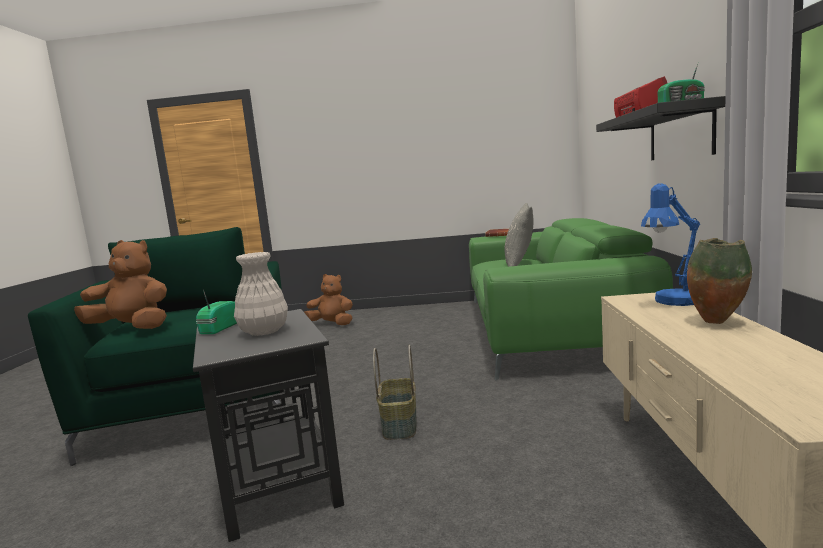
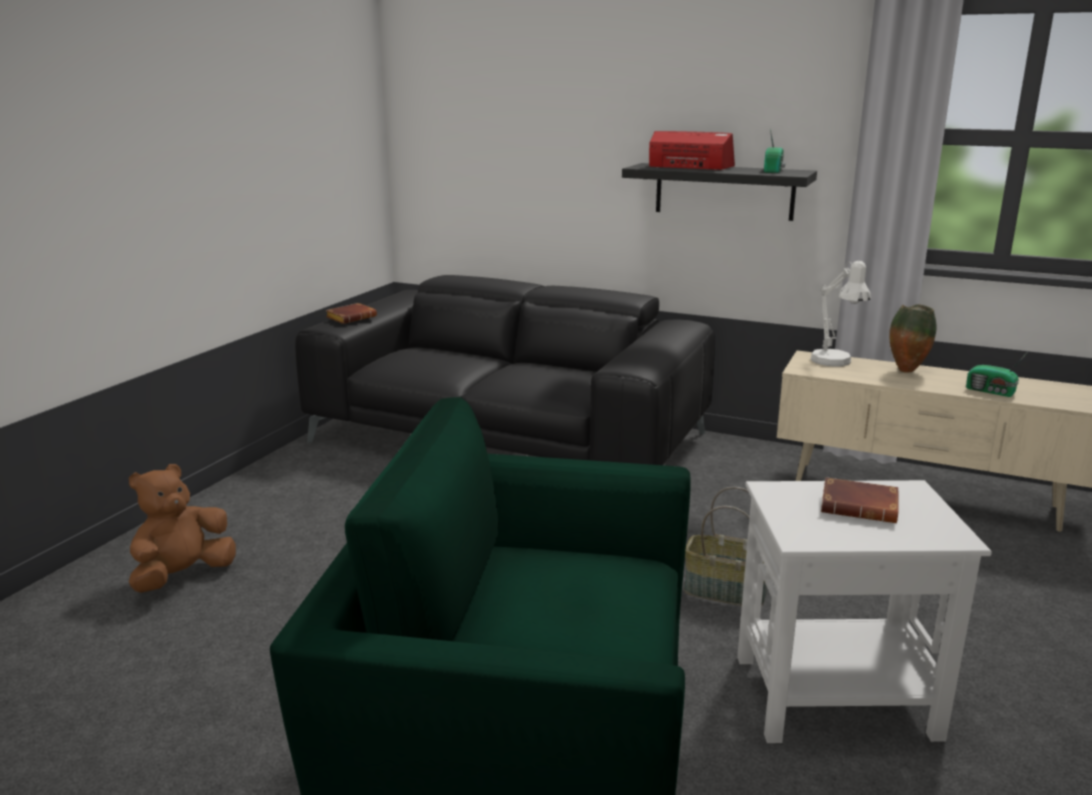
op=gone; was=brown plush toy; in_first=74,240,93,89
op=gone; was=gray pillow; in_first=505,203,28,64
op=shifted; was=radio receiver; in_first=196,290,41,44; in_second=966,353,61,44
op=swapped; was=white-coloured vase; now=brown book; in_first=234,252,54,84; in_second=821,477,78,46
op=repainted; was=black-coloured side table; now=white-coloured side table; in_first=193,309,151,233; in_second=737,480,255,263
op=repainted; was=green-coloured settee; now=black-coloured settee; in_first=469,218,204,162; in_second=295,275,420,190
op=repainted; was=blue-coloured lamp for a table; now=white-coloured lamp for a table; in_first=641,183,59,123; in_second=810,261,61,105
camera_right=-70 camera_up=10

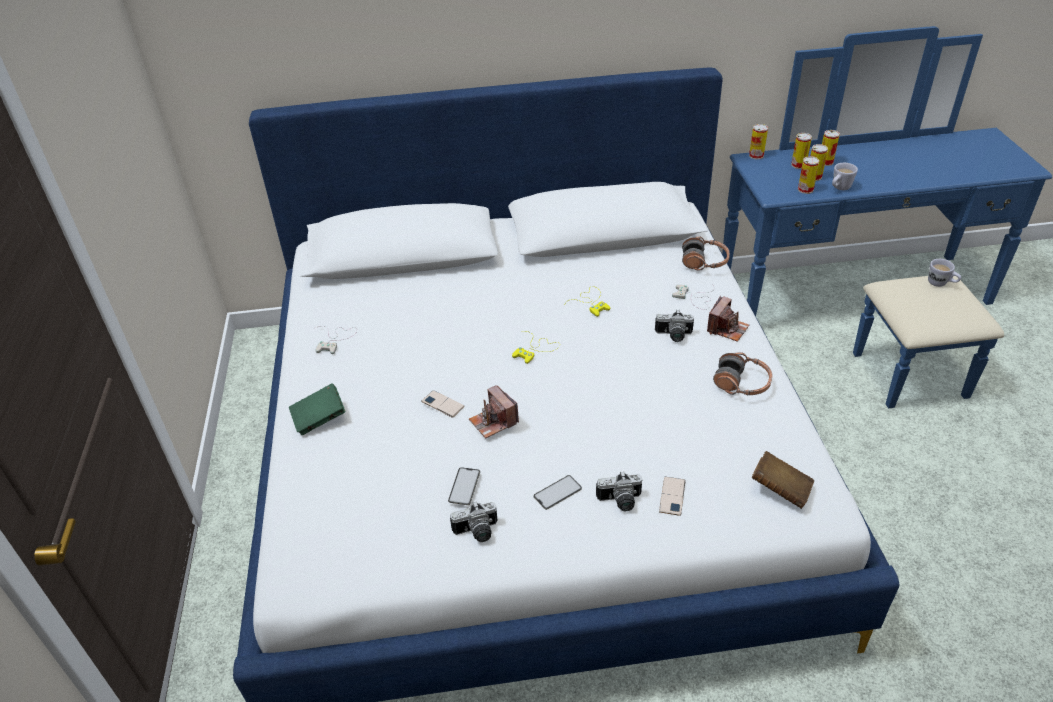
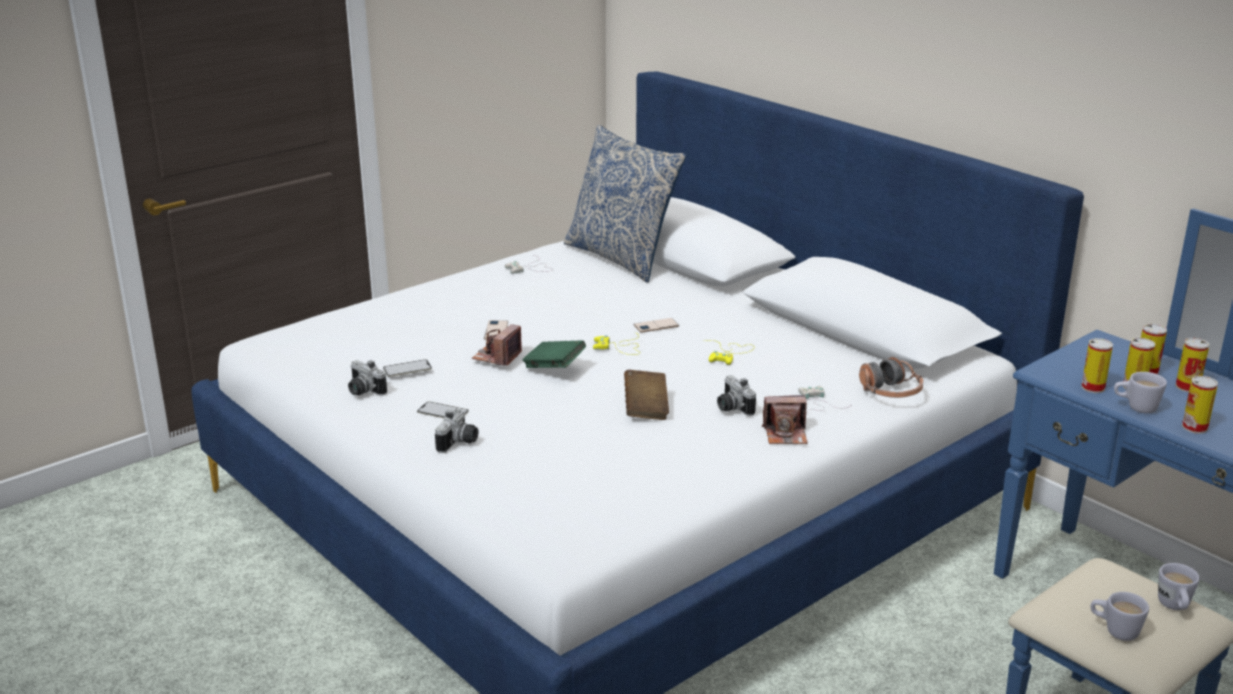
op=gone; was=headset; in_first=713,352,60,44
op=new; now=pillow; in_second=564,125,122,157
op=new; now=white-coloured coffee mug; in_second=1090,592,59,49
op=shifted; was=green-coloured book; in_first=289,383,56,52; in_second=522,340,64,28
op=shifted; was=telephone; in_first=659,477,27,39; in_second=634,318,45,15
op=shifted; was=can; in_first=749,124,19,35; in_second=1182,376,36,58
op=shifted; was=brown book; in_first=752,451,62,58; in_second=624,370,45,50
op=rotated; was=photo camera; in_first=596,471,46,40; in_second=435,409,44,44; clockwise=-120
camera_right=55 camera_up=-15

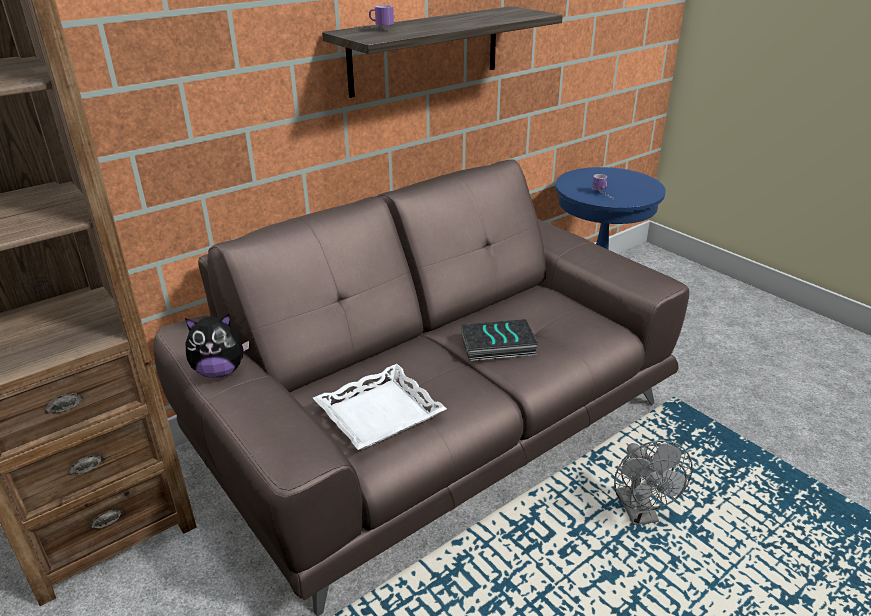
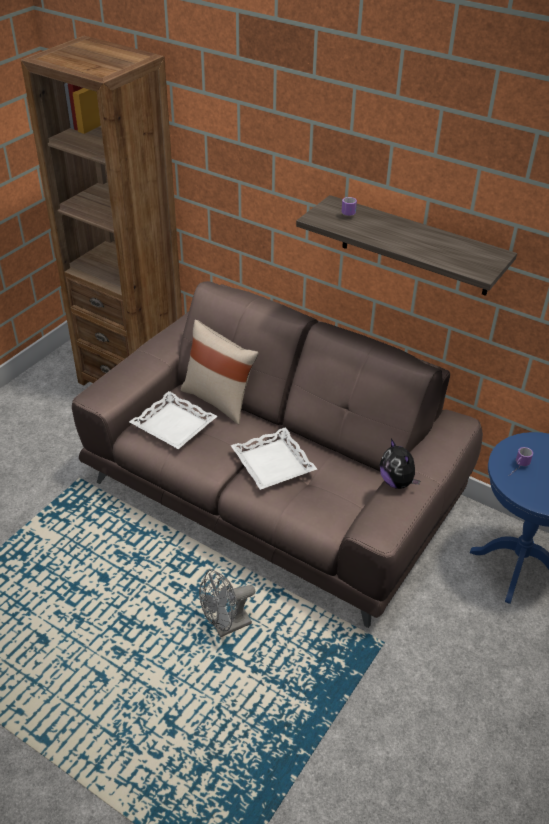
op=new; now=beige pillow; in_second=181,319,77,106
op=shifted; was=plush toy; in_first=185,314,64,64; in_second=380,439,40,50
op=swapped; was=book; now=white-coloured carrying tray; in_first=461,319,78,42; in_second=230,427,87,63
camera_right=70 camera_up=10

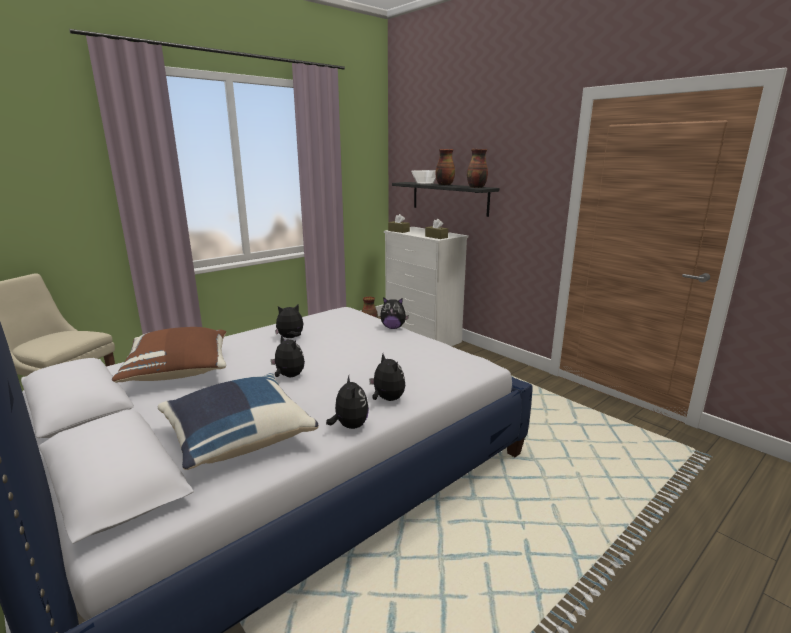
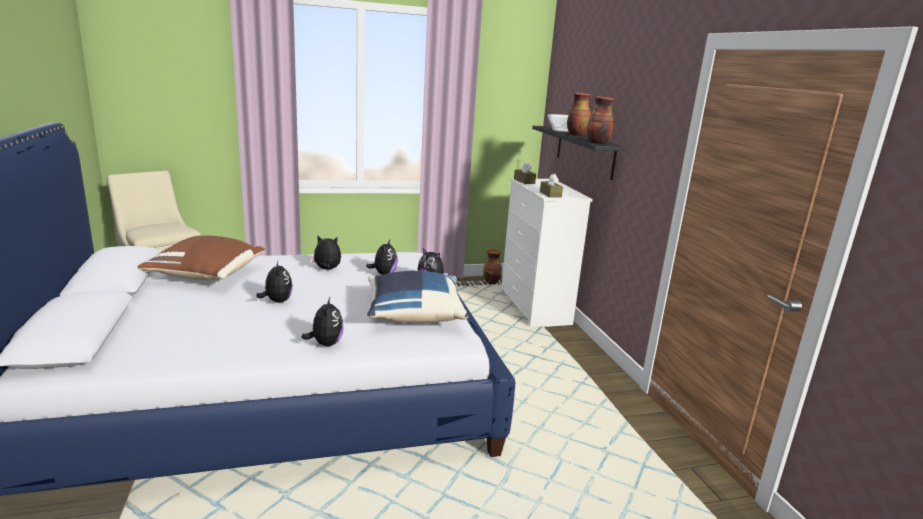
op=shifted; was=blue-coloured pillow; in_first=157,373,162,97; in_second=367,271,101,52
op=shifted; was=plush toy; in_first=326,375,43,54; in_second=366,240,32,35
camera_right=25 camera_up=0

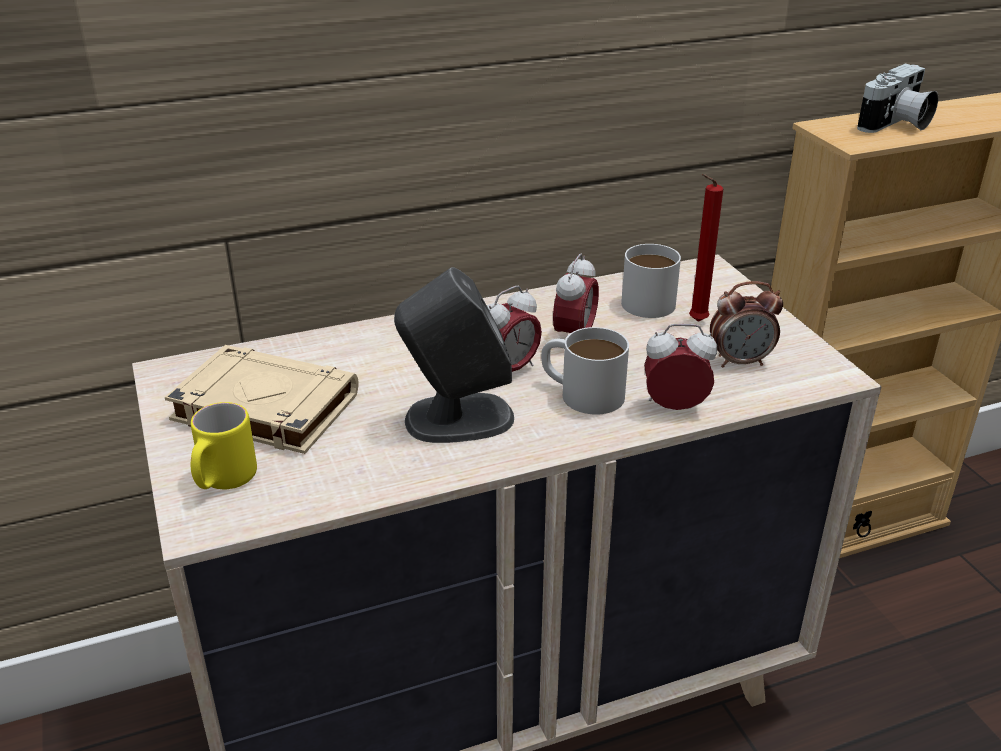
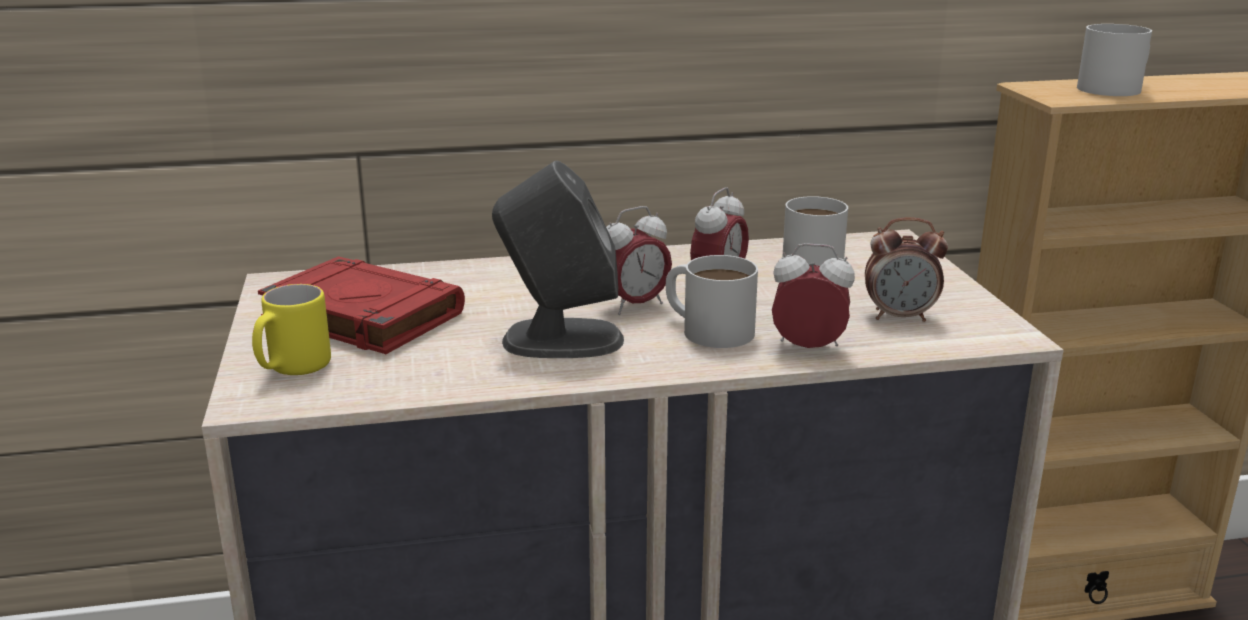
op=gone; was=reddish wax light; in_first=689,174,35,148
op=swapped; was=photo camera; now=white-coloured coffee mug; in_first=857,64,81,69; in_second=1077,24,75,72
op=repainted; was=beige book; now=reddish book; in_first=165,345,193,109; in_second=258,256,207,98
camera_right=10 camera_up=-10

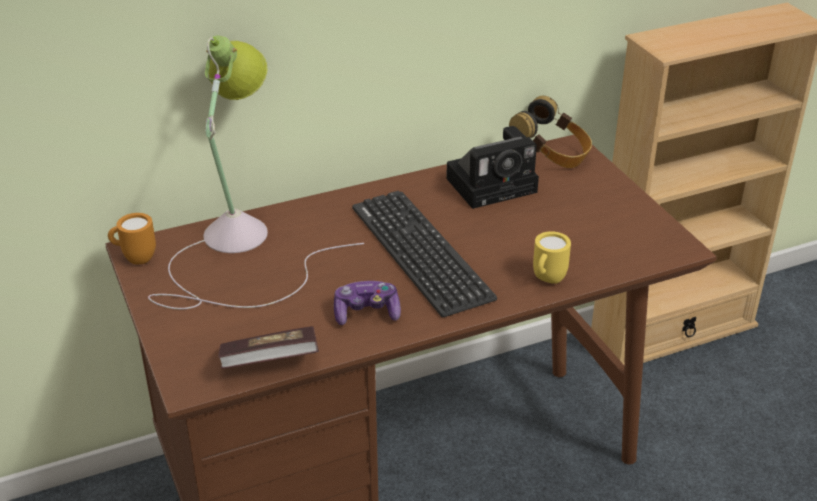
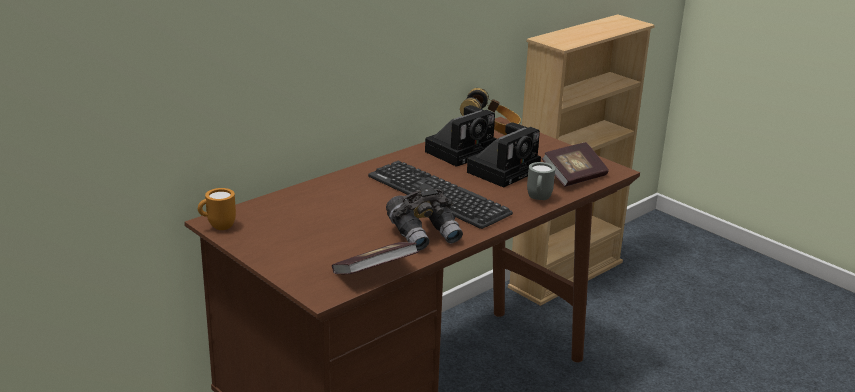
op=gone; was=lamp for a table; in_first=148,35,216,275
op=new; now=photo camera; in_second=467,123,74,65
op=new; now=book; in_second=541,142,68,45
op=swapped; was=joypad; now=gray pair of binoculars; in_first=334,281,67,44; in_second=386,184,77,67
op=repainted; was=yellow coffee mug; now=gray coffee mug; in_first=533,231,38,53; in_second=527,162,28,38
camera_right=-20 camera_up=-10

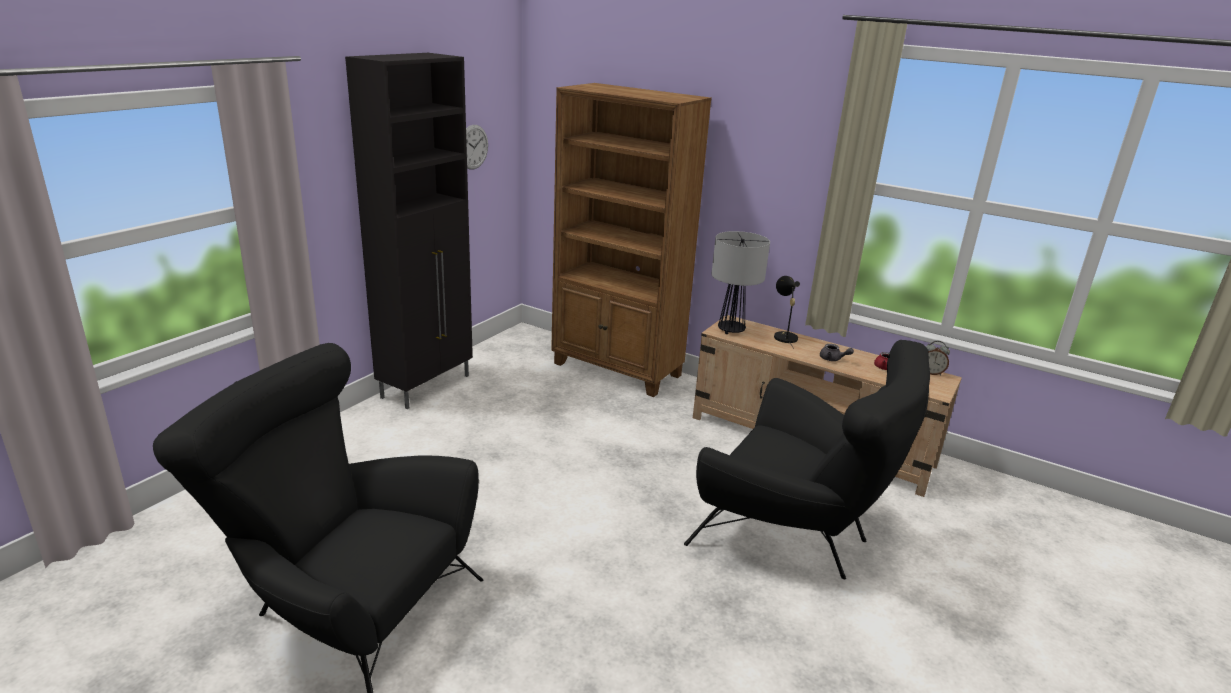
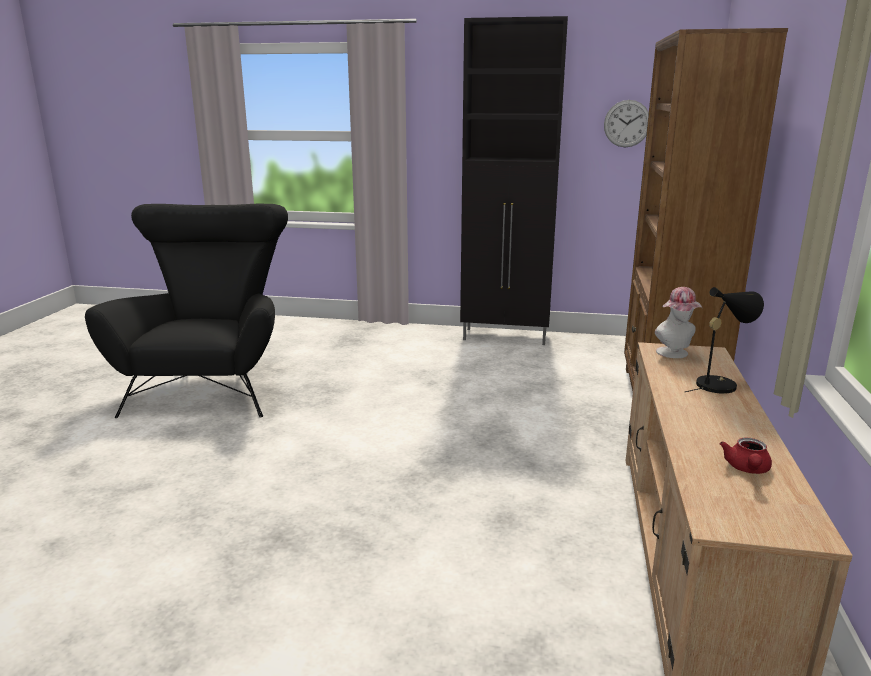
op=gone; was=black-coloured easy chair; in_first=684,340,246,239
op=gone; was=gray tea pot; in_first=820,344,34,17
op=gone; was=table clock; in_first=926,341,24,35
op=swapped; was=lamp for a table; now=clothing hat; in_first=711,231,59,103; in_second=655,287,47,71
camera_right=70 camera_up=-5

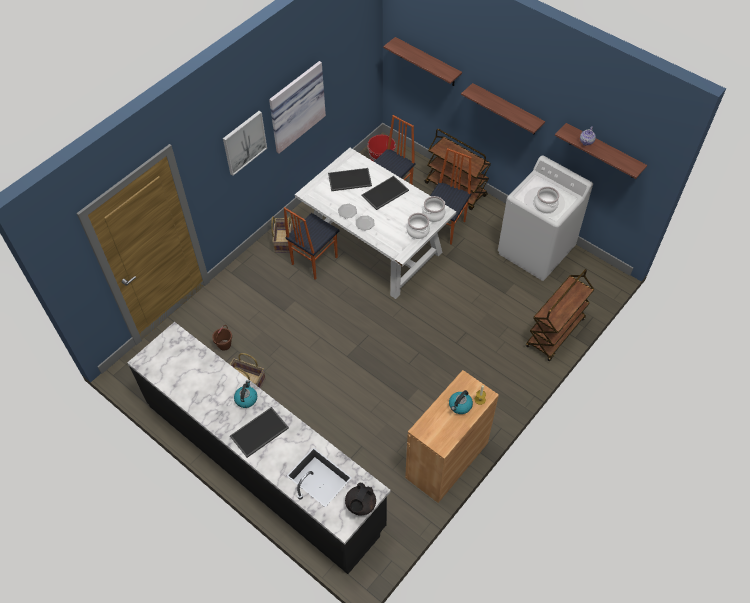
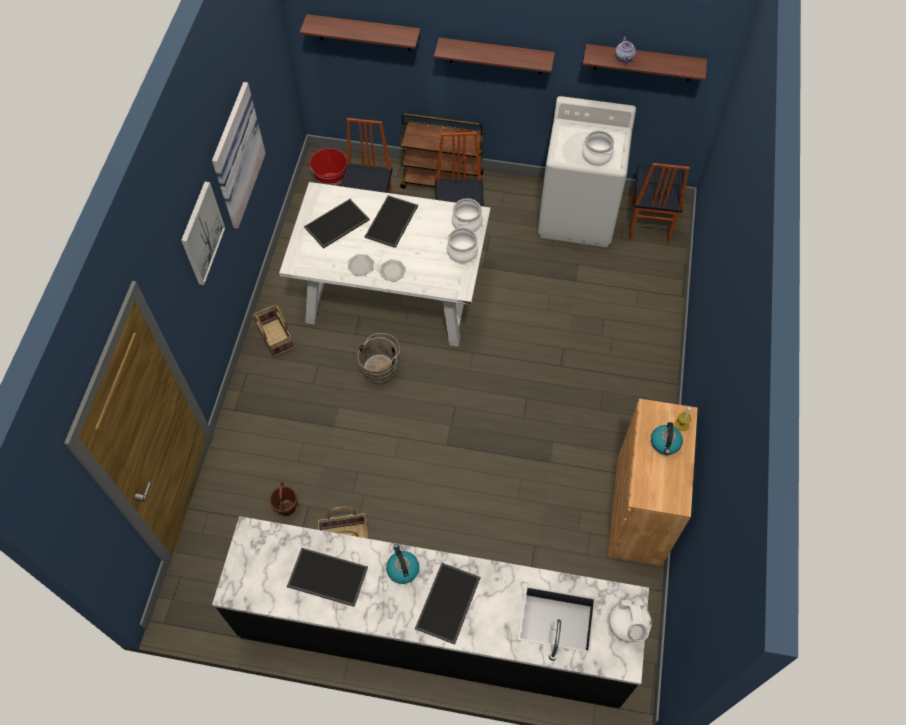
op=gone; was=brown wheeled cart; in_first=526,269,68,92
op=new; now=carrying tray; in_second=287,548,81,59
op=new; now=brown water bucket; in_second=357,333,43,52
op=shifted; was=upright chair; in_first=284,207,56,73; in_second=629,163,60,81
op=repainted; was=black-coloured tea pot; now=white-coloured tea pot; in_first=345,483,31,33; in_second=609,599,43,43
camera_right=-30 camera_up=5

